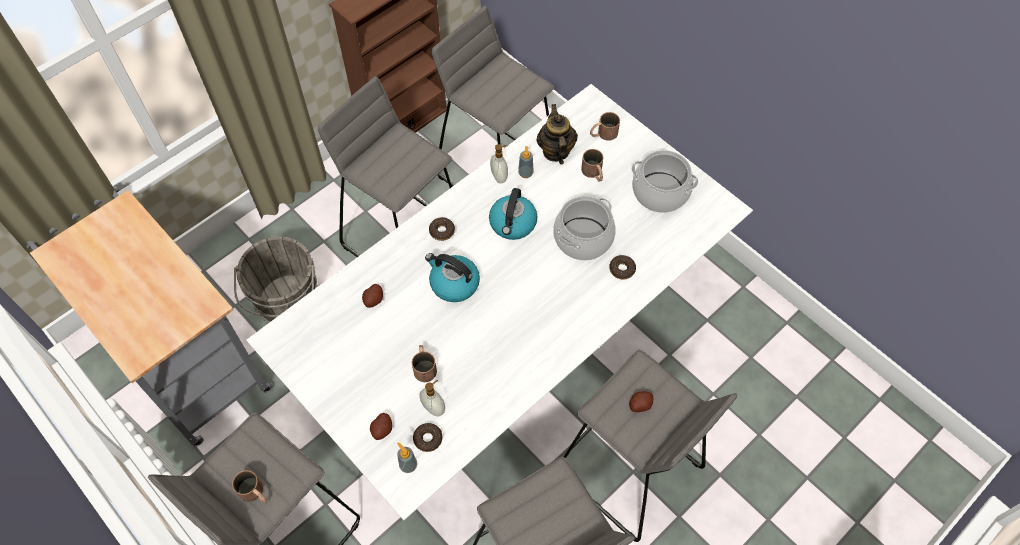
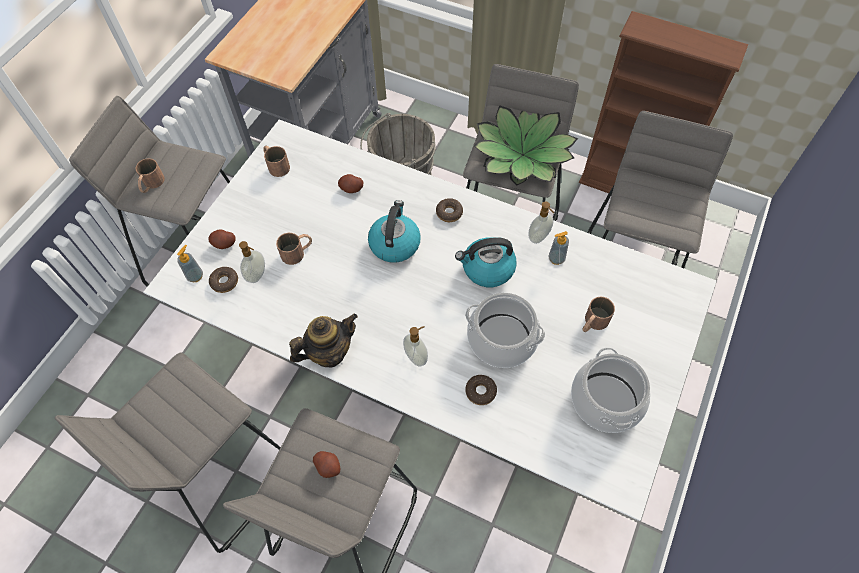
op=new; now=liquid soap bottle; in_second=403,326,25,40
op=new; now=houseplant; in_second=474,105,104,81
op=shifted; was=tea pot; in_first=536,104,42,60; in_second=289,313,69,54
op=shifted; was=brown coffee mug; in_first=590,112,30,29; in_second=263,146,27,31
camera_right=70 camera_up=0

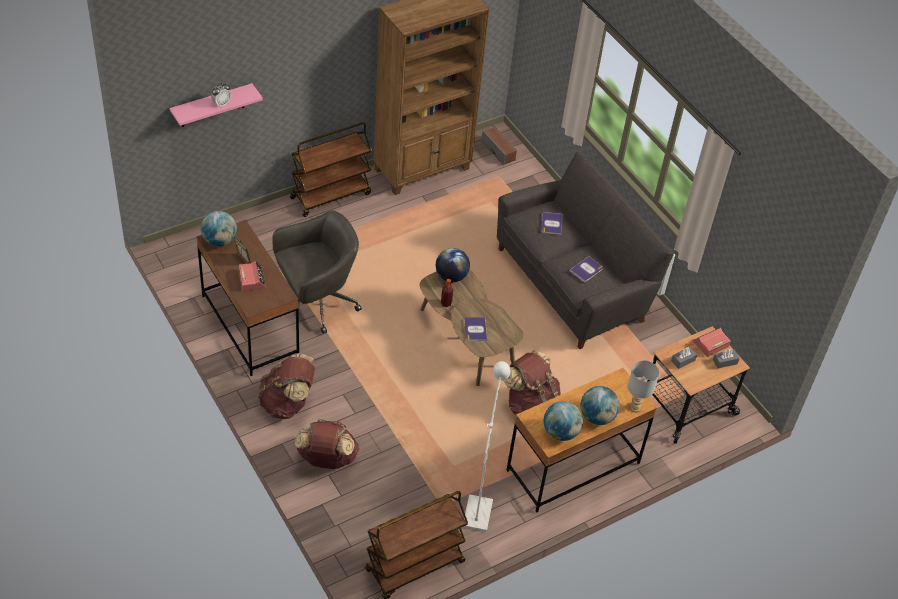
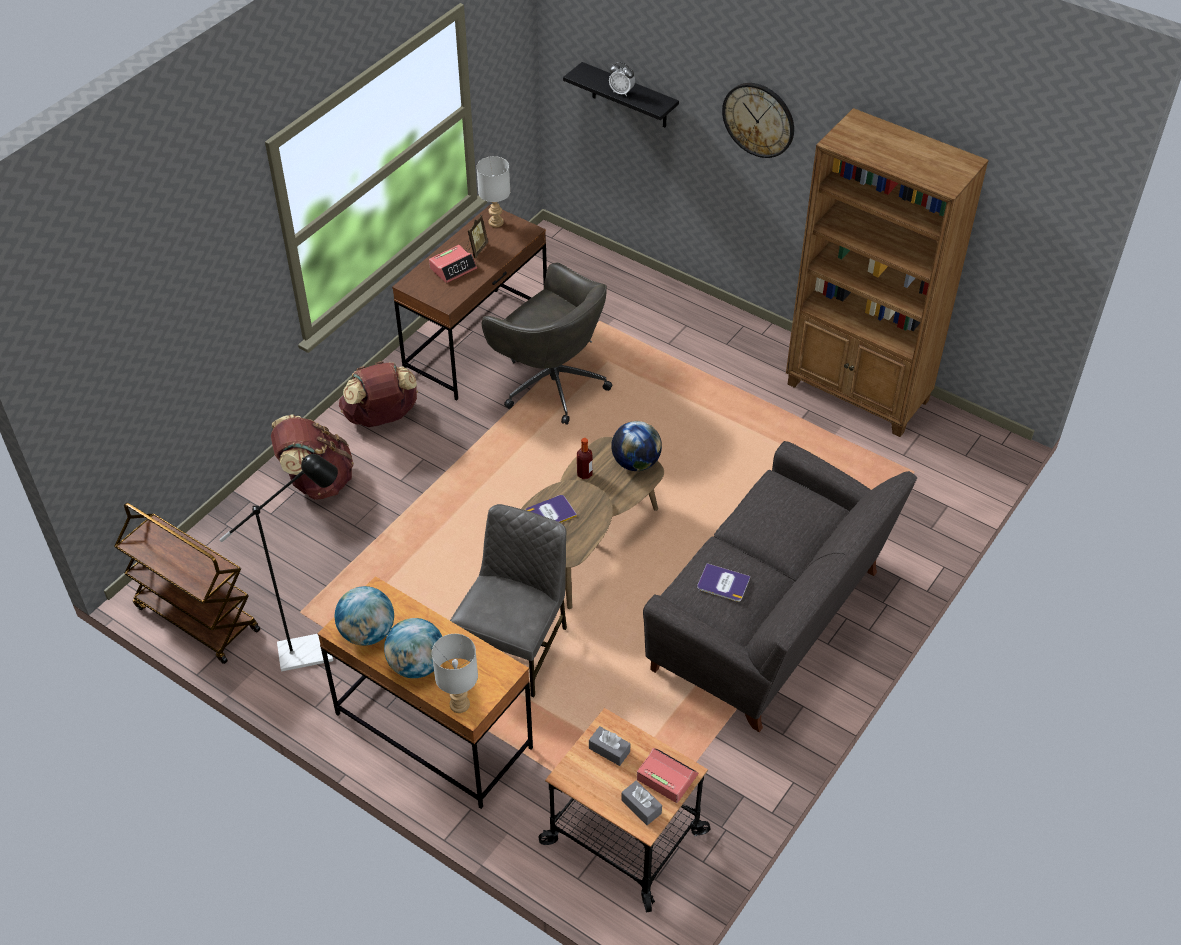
op=gone; was=brown wheeled cart; in_first=290,122,82,95
op=gone; was=speaker; in_first=481,127,36,38
op=gone; was=book; in_first=542,212,20,23
op=new; now=wall clock; in_second=722,83,72,75
op=swapped; was=world globe; now=gray lamp for a table; in_first=201,211,36,36; in_second=476,156,34,71
op=swapped; was=brown backpack; now=gray upright chair; in_first=503,350,58,65; in_second=450,504,117,193
op=repainted; was=pinkish shelf; now=black-coloured shelf; in_first=170,83,93,44; in_second=563,62,116,66
op=repainted; was=white-coloured floor lamp; now=black-coloured floor lamp; in_first=463,361,48,171; in_second=219,454,119,217
camera_right=70 camera_up=0

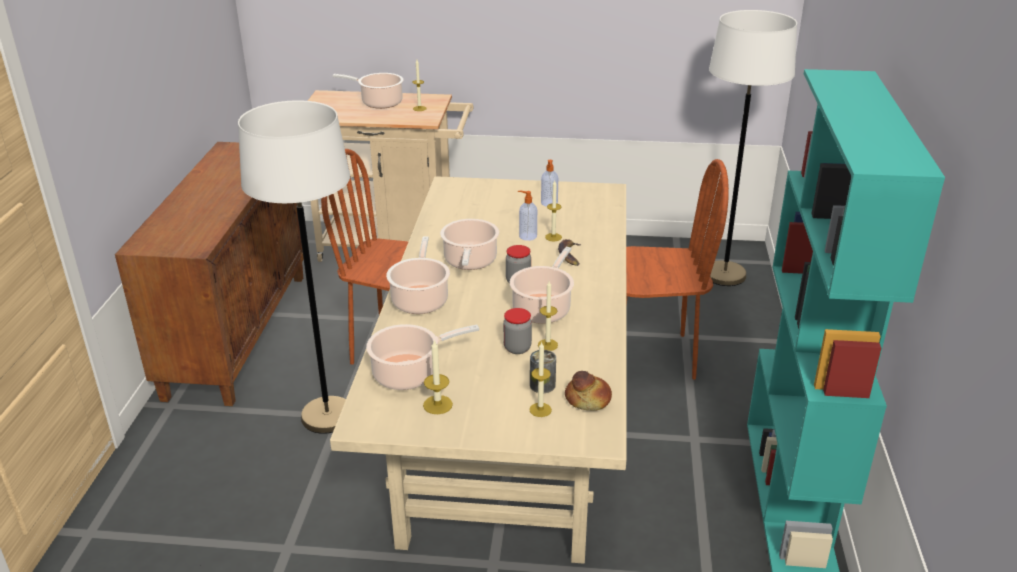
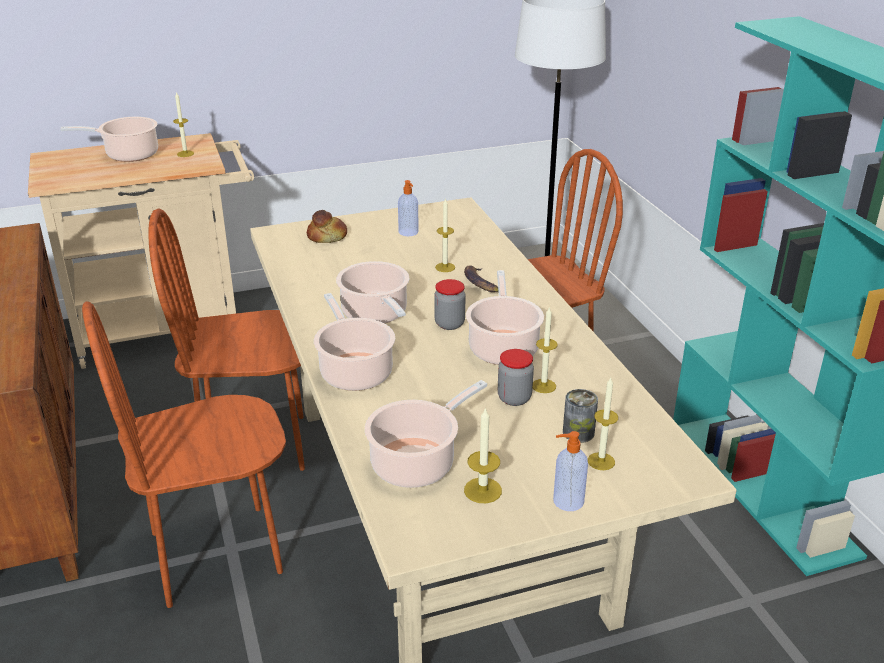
op=shifted; was=liquid soap bottle; in_first=518,191,19,50; in_second=553,431,35,80
op=shifted; was=bakery bread; in_first=565,371,47,40; in_second=307,210,40,33
op=swapped; was=white-coloured floor lamp; now=brown upright chair; in_first=238,100,112,334; in_second=82,302,204,306
camera_right=-25 camera_up=0

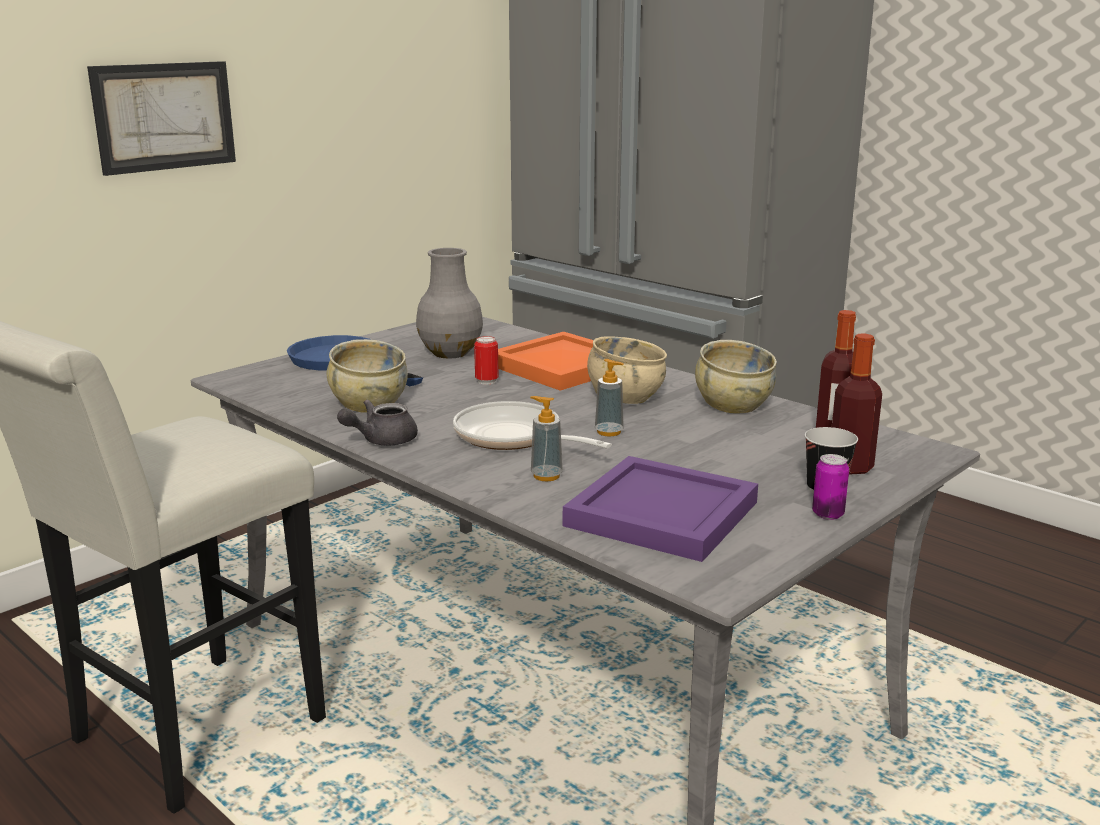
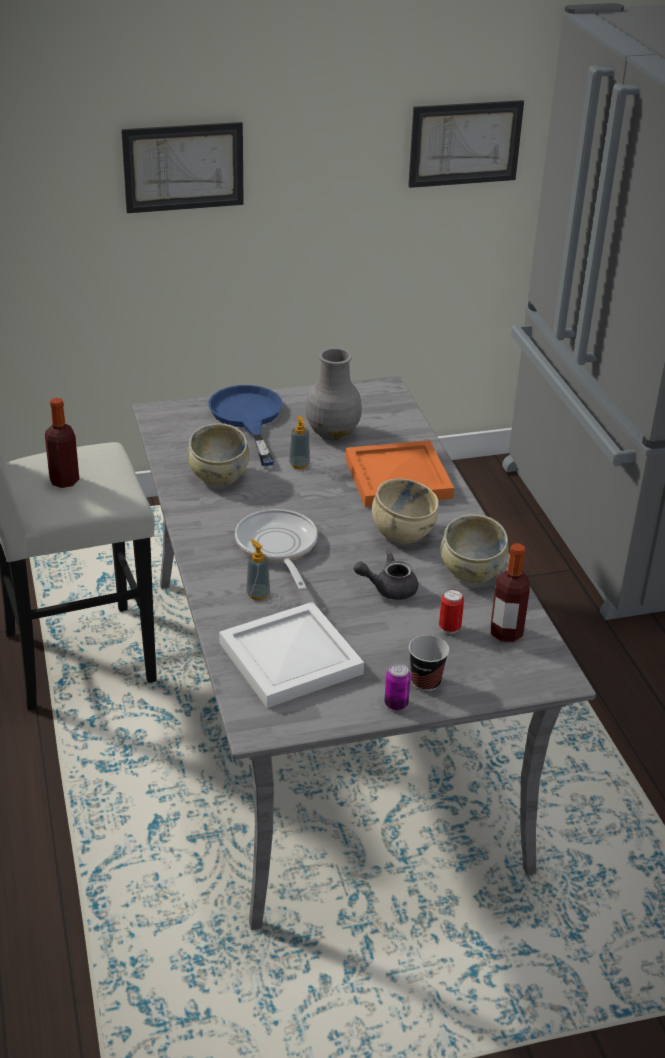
op=new; now=wall art; in_second=408,100,116,88
op=shifted; was=gray tea pot; in_first=337,400,81,46; in_second=354,551,64,49
op=shifted; was=can; in_first=474,336,25,49; in_second=439,589,25,45
op=shifted; was=liquid soap bottle; in_first=595,359,29,77; in_second=289,416,21,53
op=shifted; was=bottle; in_first=832,333,50,141; in_second=45,398,34,90
op=repainted; was=purple carrying tray; now=white-coloured carrying tray; in_first=563,456,195,106; in_second=219,602,145,106
camera_right=30 camera_up=15

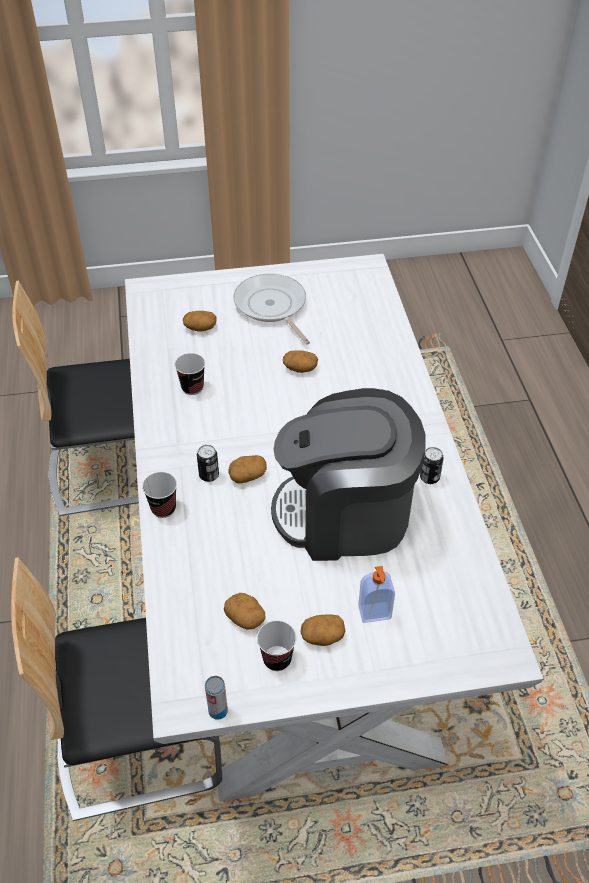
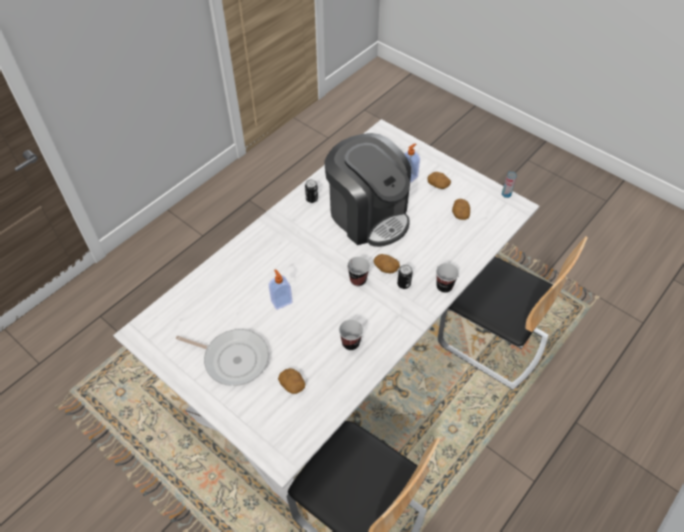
op=shifted; was=cup; in_first=257,620,39,51; in_second=347,256,23,30
op=swapped; was=whole potato; now=liquid soap bottle; in_first=283,350,35,23; in_second=269,269,24,41
op=rotated; was=skillet; in_first=233,274,77,71; in_second=176,329,93,57; clockwise=-90
camera_right=-130 camera_up=5

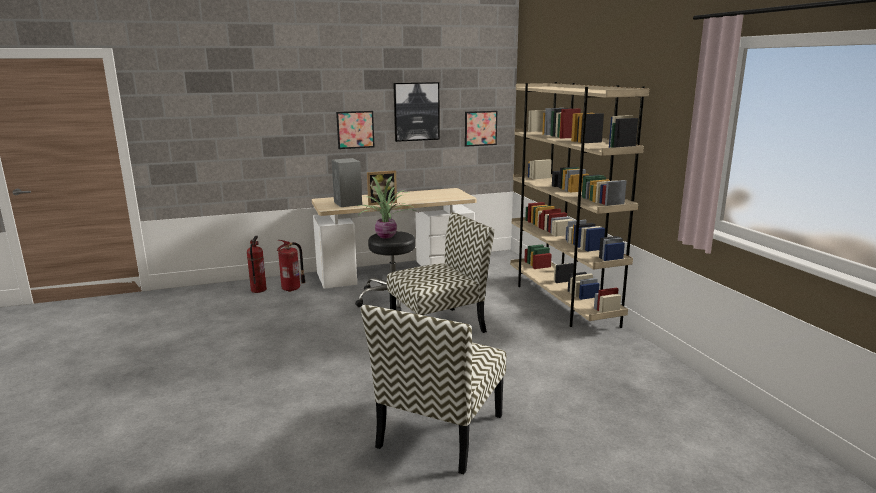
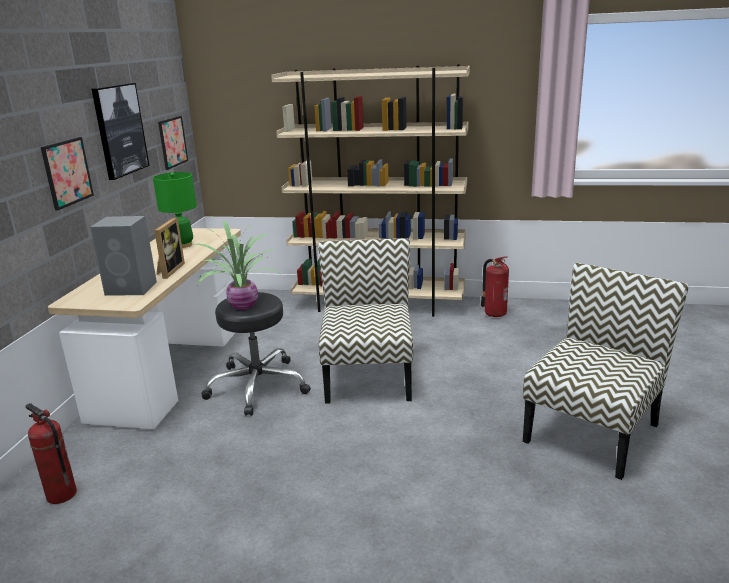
op=new; now=green-coloured lamp for a table; in_second=153,172,44,76
op=shifted; was=fire-fighting cylinder; in_first=277,240,29,52; in_second=481,256,28,61
op=rotated; was=upright chair; in_first=361,305,145,170; in_second=523,263,166,217; clockwise=-105
camera_right=-60 camera_up=5

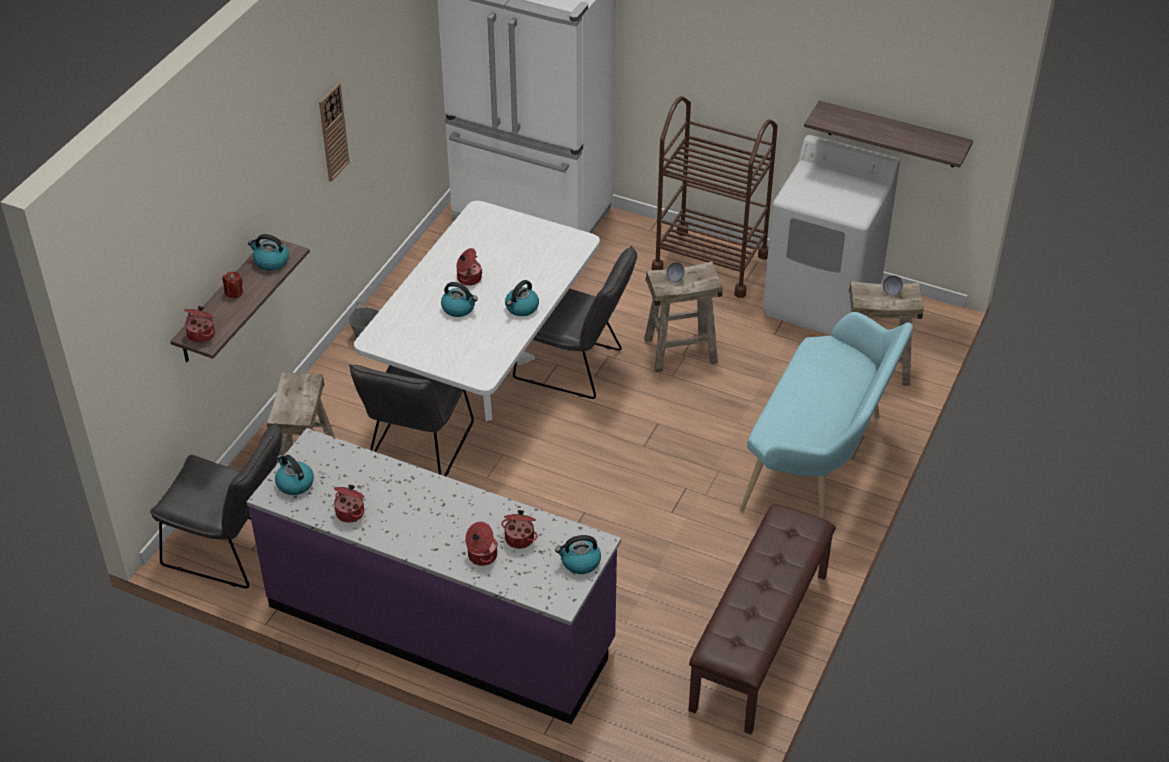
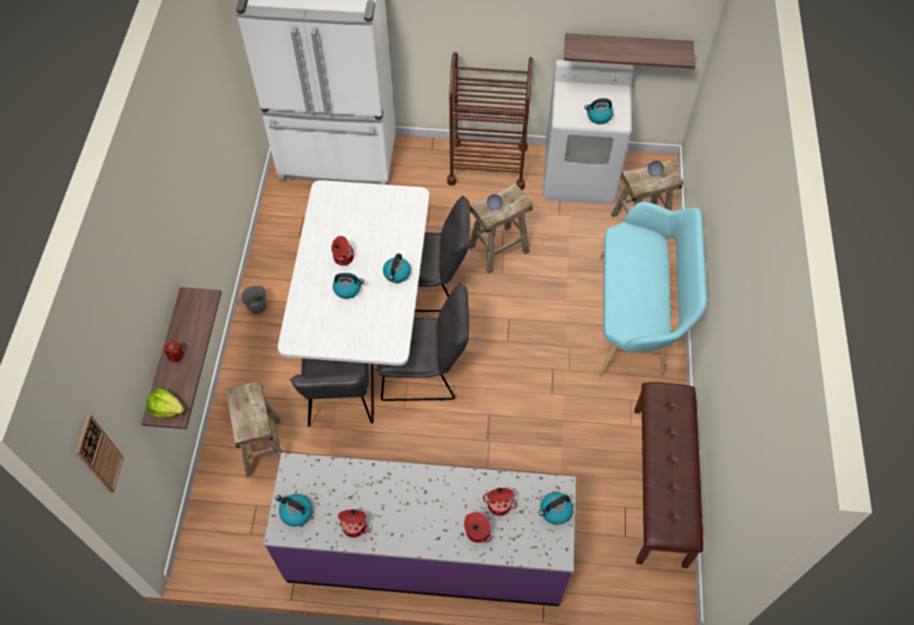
op=shifted; was=gray upright chair; in_first=150,423,132,166; in_second=377,283,92,118
op=shifted; was=water kettle; in_first=248,234,41,37; in_second=584,98,29,26
op=shifted; was=wall clock; in_first=319,83,30,99; in_second=76,414,48,79
op=swapped; was=stockpot; now=lettuce; in_first=184,306,31,37; in_second=146,388,38,29
camera_right=-20 camera_up=15

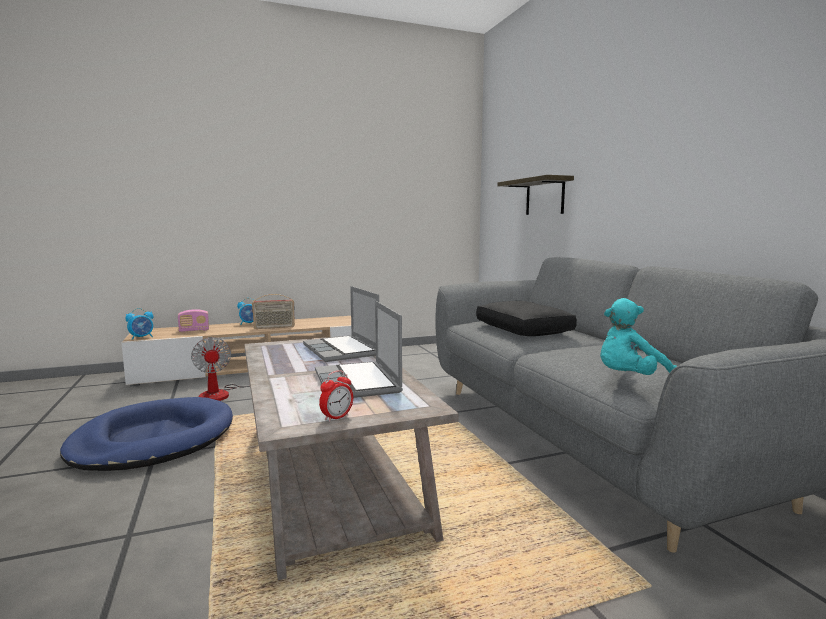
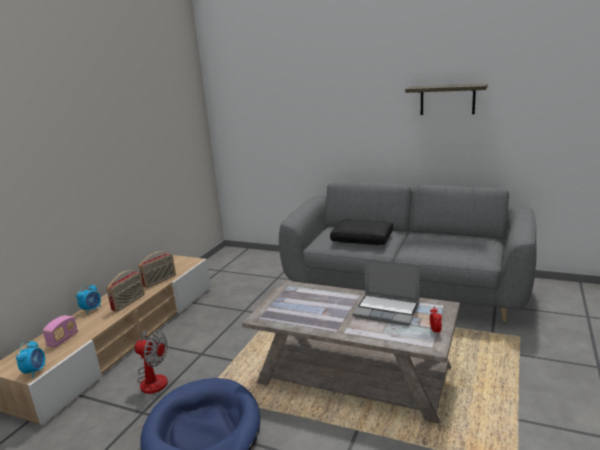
op=gone; was=notebook computer; in_first=303,286,76,76
op=gone; was=turquoise-coloured plush toy; in_first=600,298,77,77
op=new; now=radio receiver; in_second=138,251,38,37
op=shifted; was=shelf; in_first=497,175,77,40; in_second=405,83,83,32
camera_right=-45 camera_up=10

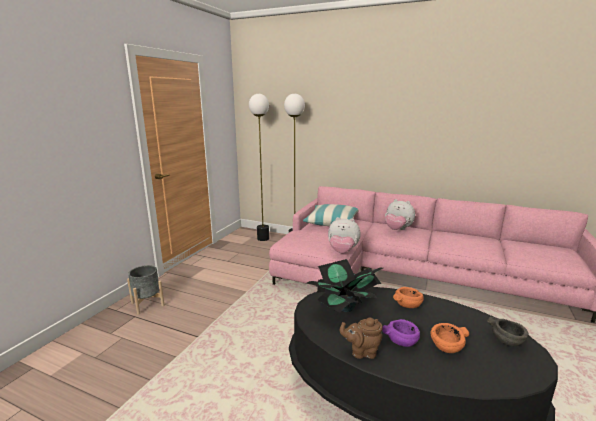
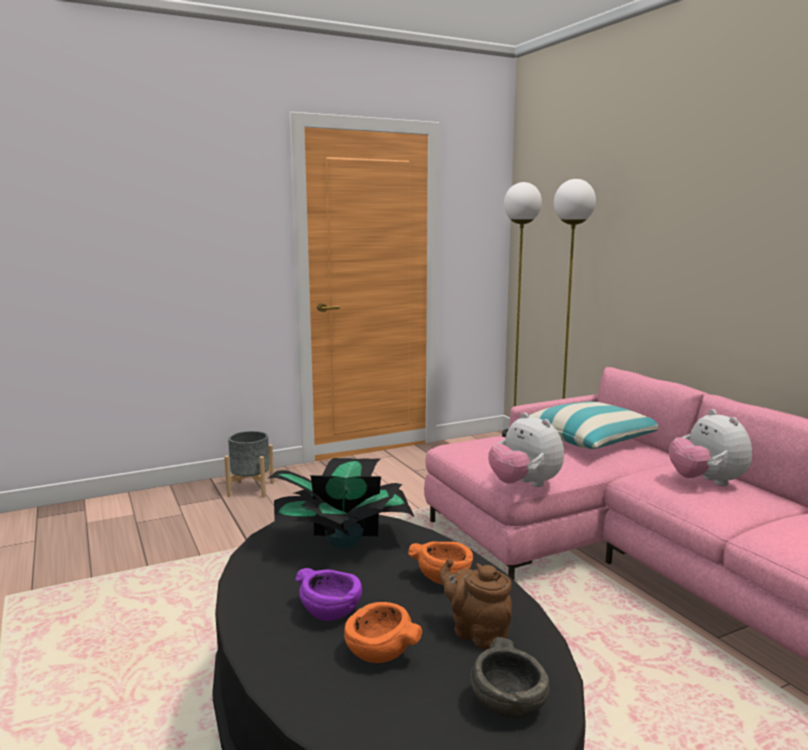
op=shifted; was=brown tea pot; in_first=339,318,44,41; in_second=439,559,73,90
camera_right=40 camera_up=-5

